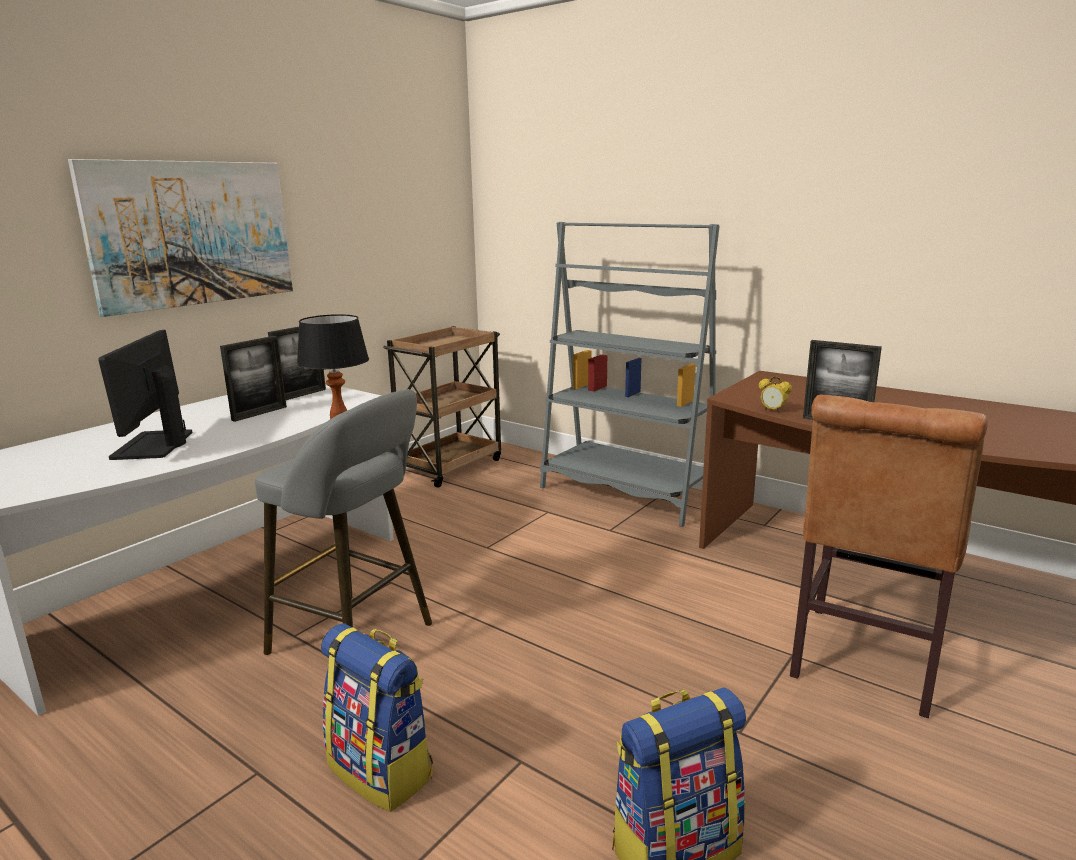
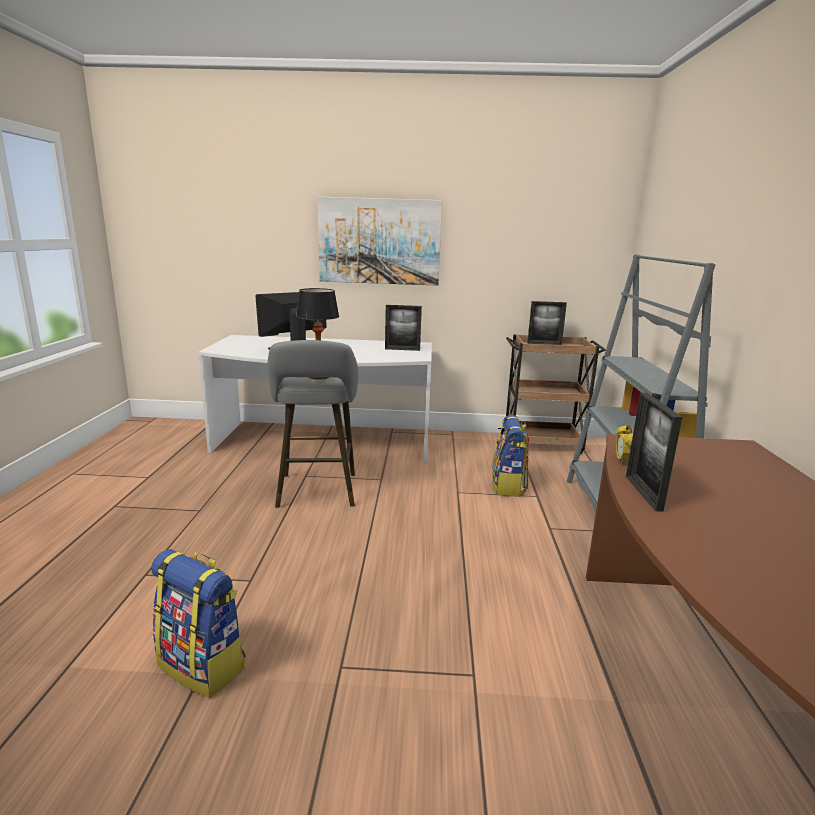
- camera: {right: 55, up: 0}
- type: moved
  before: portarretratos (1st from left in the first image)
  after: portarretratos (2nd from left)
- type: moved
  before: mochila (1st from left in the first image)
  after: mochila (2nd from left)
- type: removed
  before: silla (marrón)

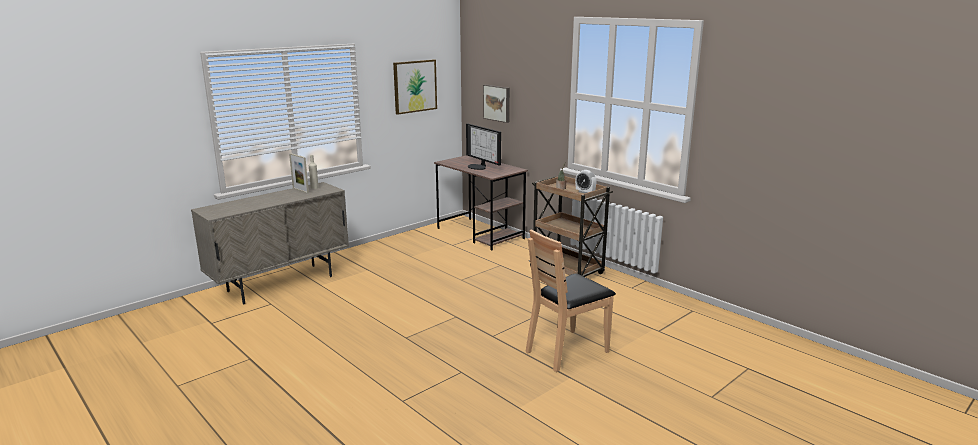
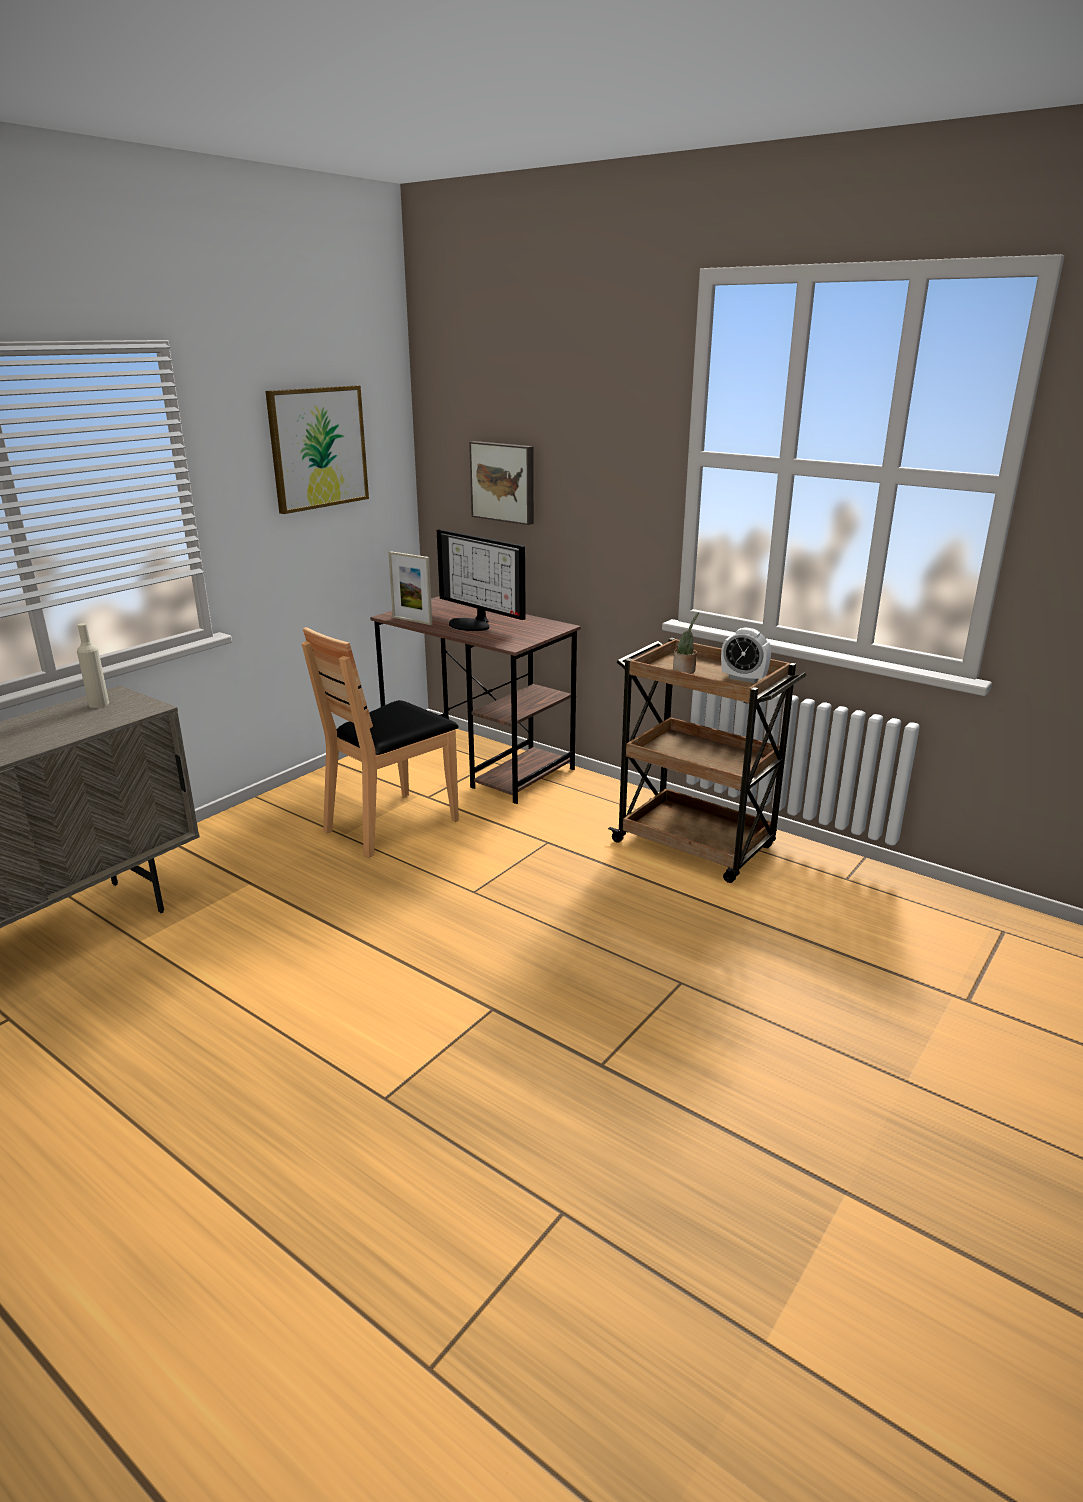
- camera: {right: -10, up: 5}
- type: moved
  before: portarretratos
- type: moved
  before: silla (marrón)

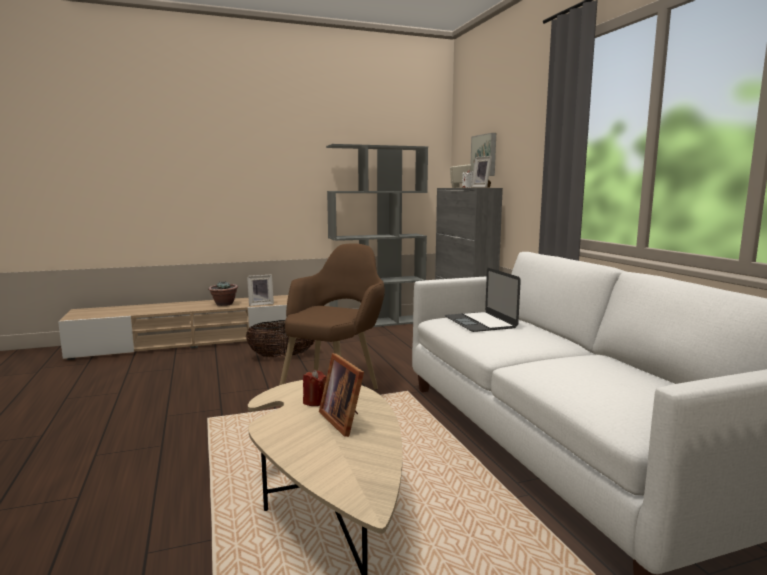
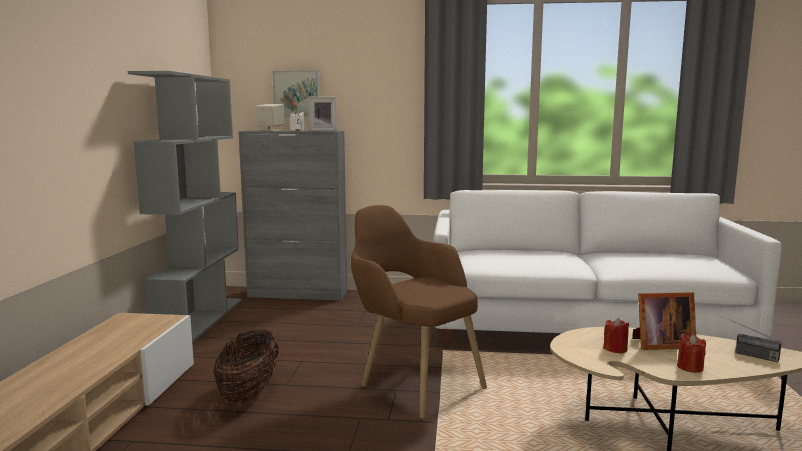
- camera: {right: -65, up: 0}
- type: removed
  before: planta en maceta
- type: removed
  before: portarretratos (1st from left)
- type: removed
  before: portátil
- type: added
  after: vela (rojo) (2nd from left)
- type: added
  after: radio

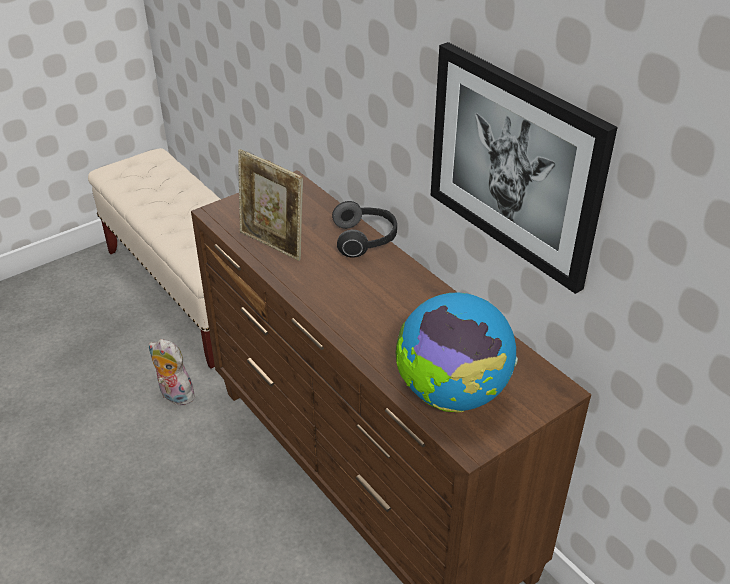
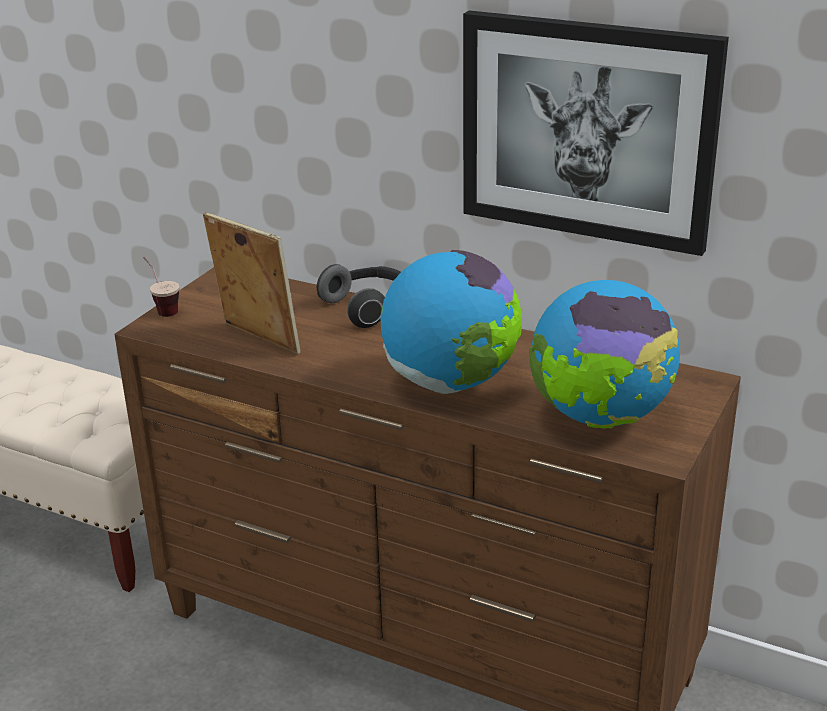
- camera: {right: -25, up: -10}
- type: removed
  before: peluche
- type: turned
  before: portarretratos
  turn: -150
- type: added
  after: taza
- type: added
  after: globo terráqueo (1st from left)

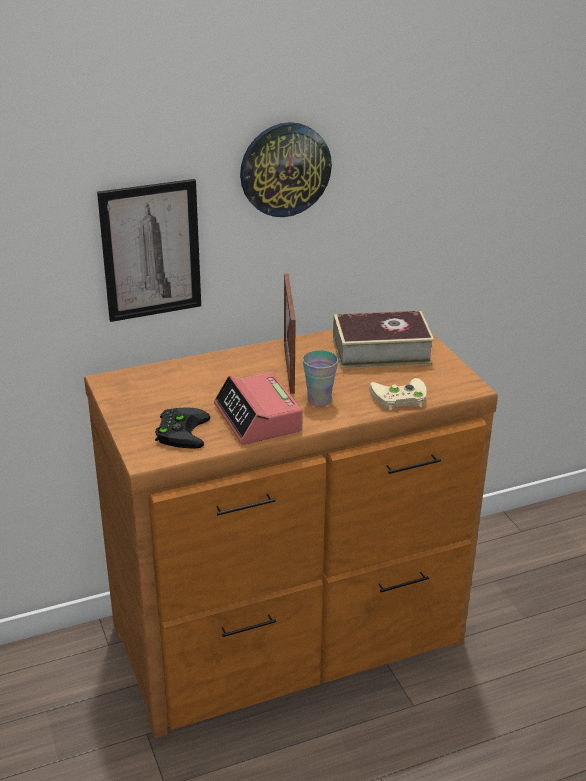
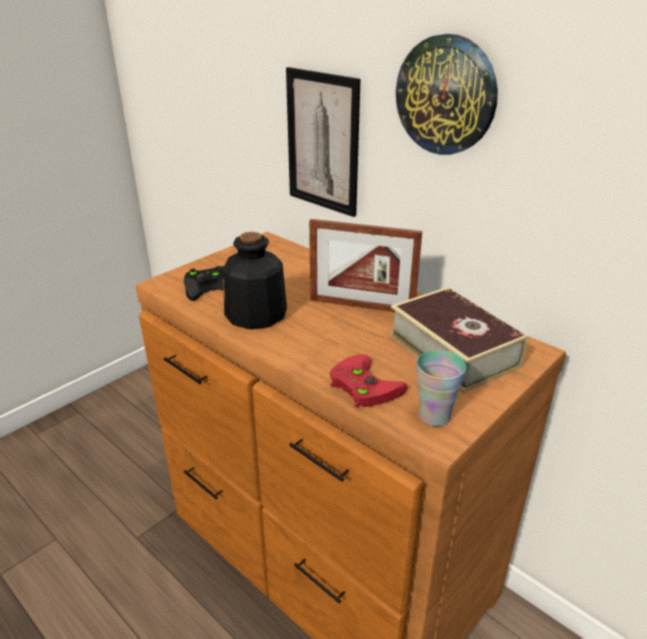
- camera: {right: 65, up: 0}
- type: replaced
  before: despertador
  after: botella
- type: turned
  before: portarretratos
  turn: -135
- type: moved
  before: taza
- type: recoloured
  before: mando de consola (beis)
  after: mando de consola (rojo)

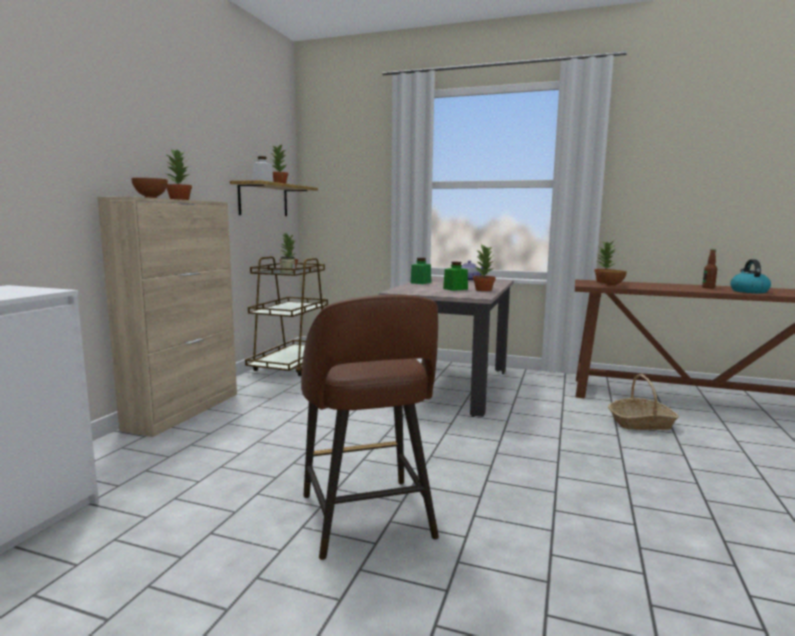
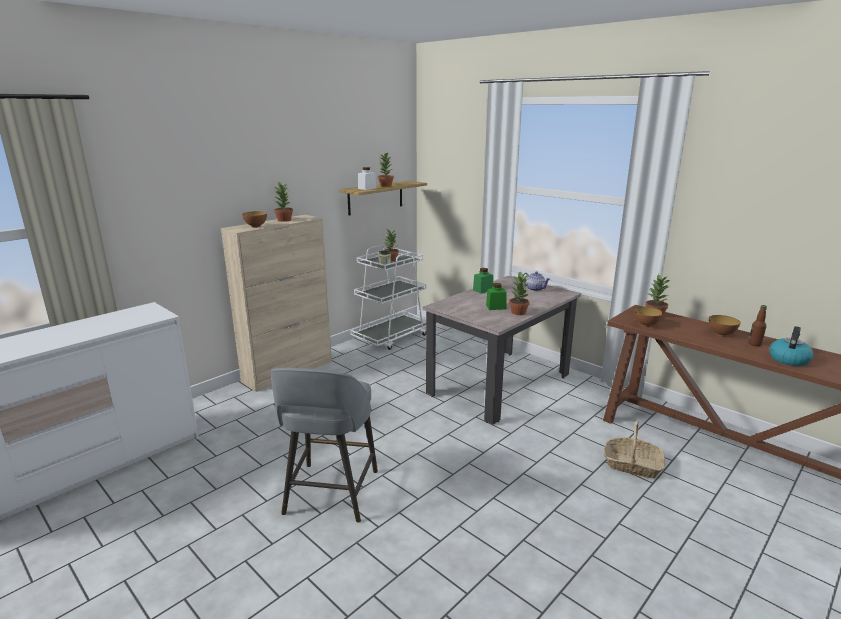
- camera: {right: 25, up: 10}
- type: recoloured
  before: carrito (marrón)
  after: carrito (blanco)
- type: recoloured
  before: taburete (marrón)
  after: taburete (gris)
- type: added
  after: cuenco (3rd from left)

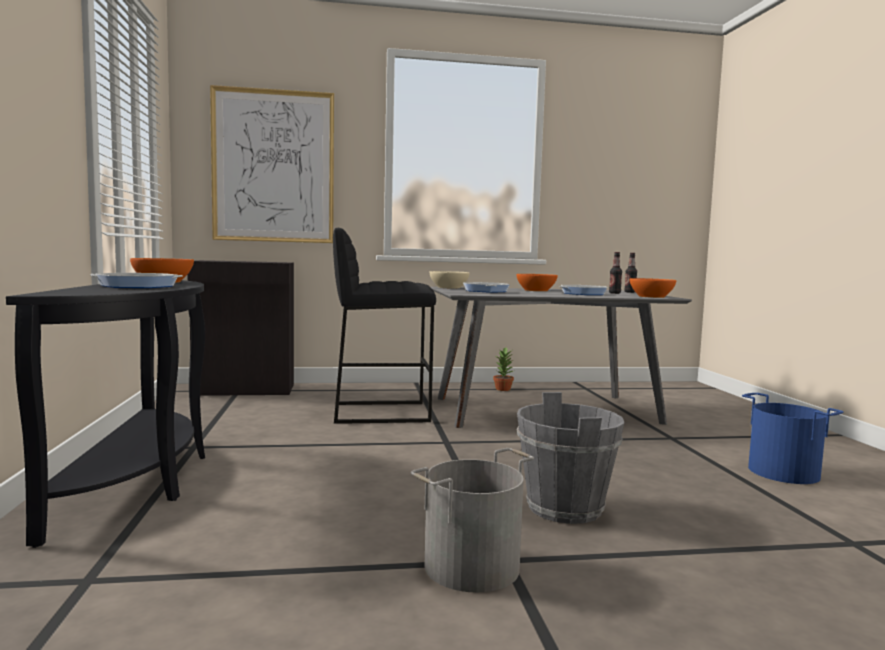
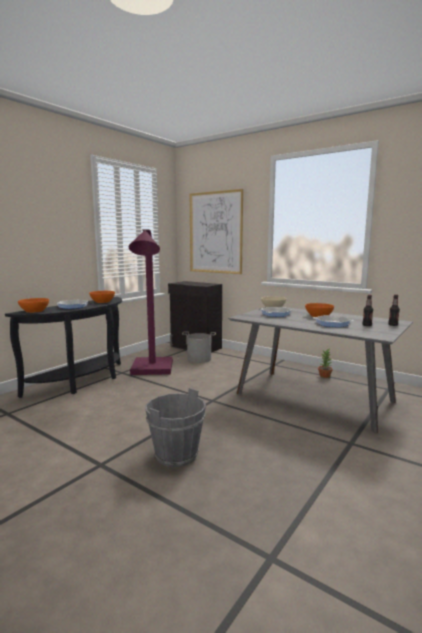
- camera: {right: 45, up: 5}
- type: removed
  before: taburete (negro)
- type: moved
  before: cubo (gris) (1st from left in the first image)
  after: cubo (gris) (2nd from left)
- type: moved
  before: cuenco (naranja) (3rd from left in the first image)
  after: cuenco (naranja) (1st from left)
- type: removed
  before: cubo (azul)
- type: added
  after: lámpara de pie (morado)

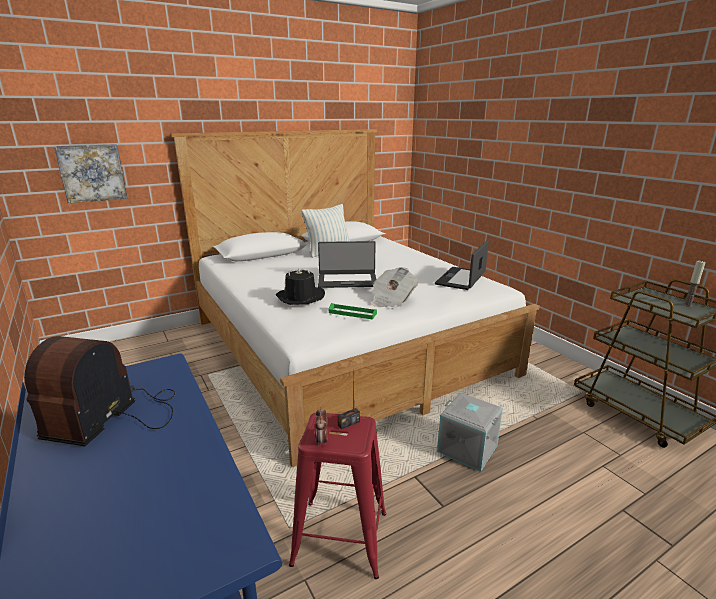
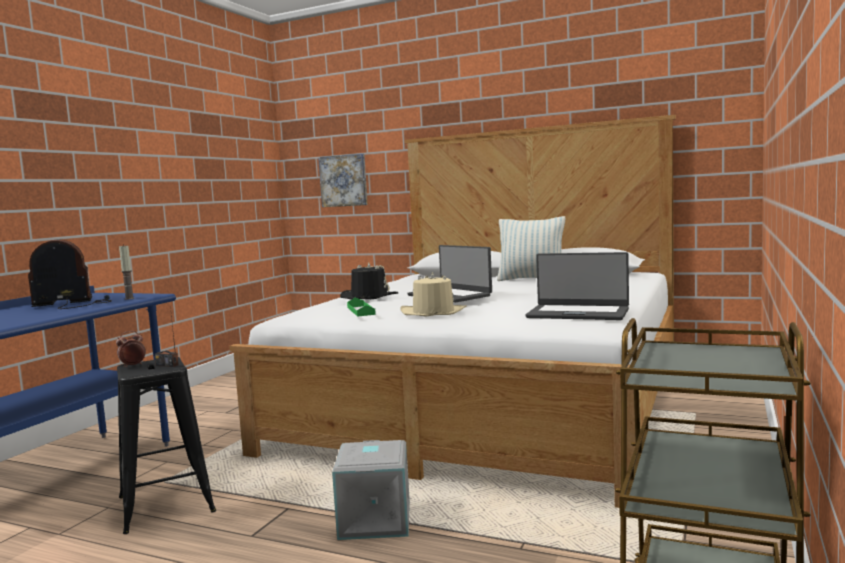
- camera: {right: 55, up: -15}
- type: recoloured
  before: taburete (rojo)
  after: taburete (negro)
- type: replaced
  before: periódico
  after: sombrero (beis)
- type: turned
  before: portátil (2nd from left)
  turn: -150
- type: moved
  before: vela

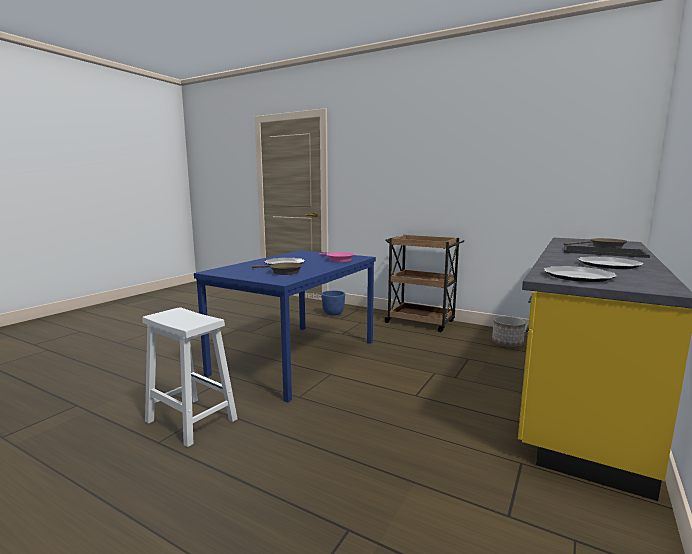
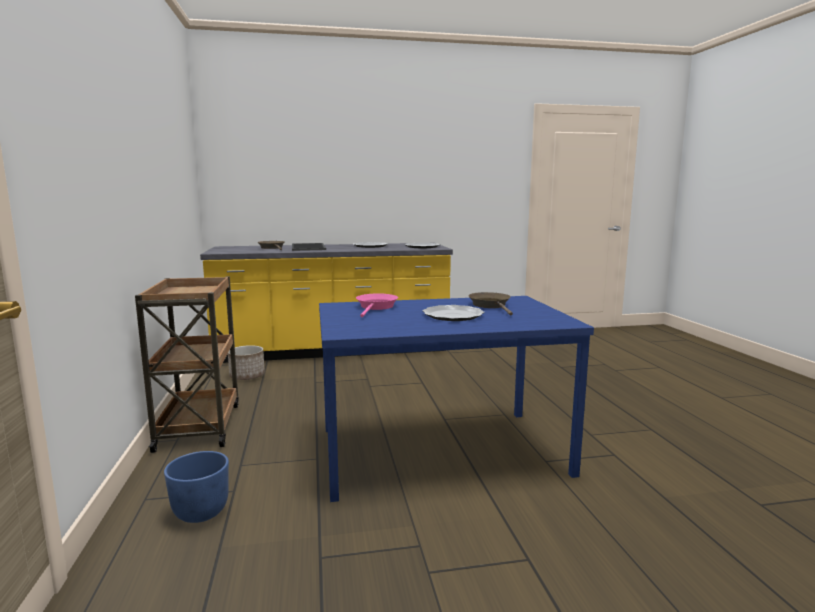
- camera: {right: -130, up: 0}
- type: removed
  before: taburete (blanco)

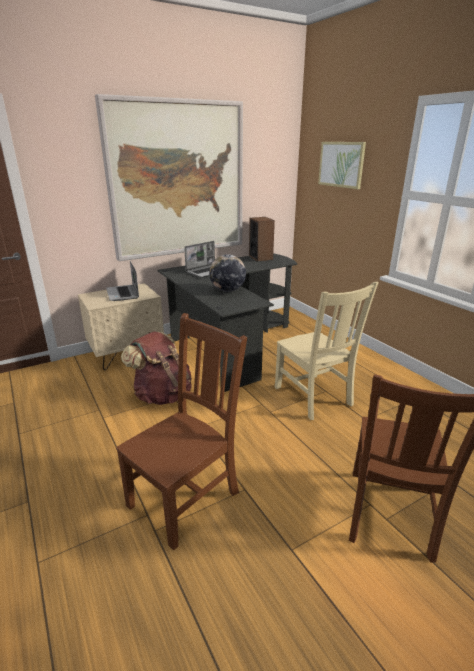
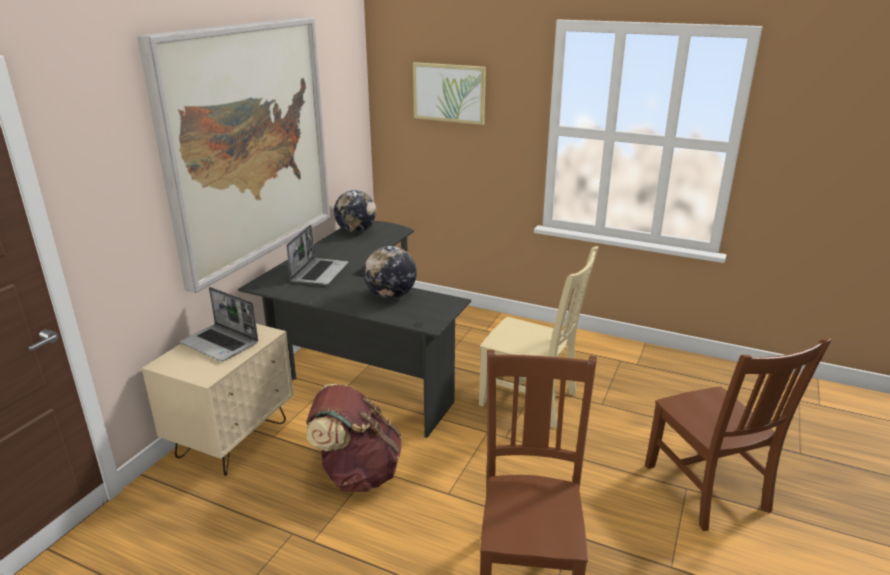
- camera: {right: -35, up: 0}
- type: replaced
  before: altavoz
  after: globo terráqueo (1st from left)

